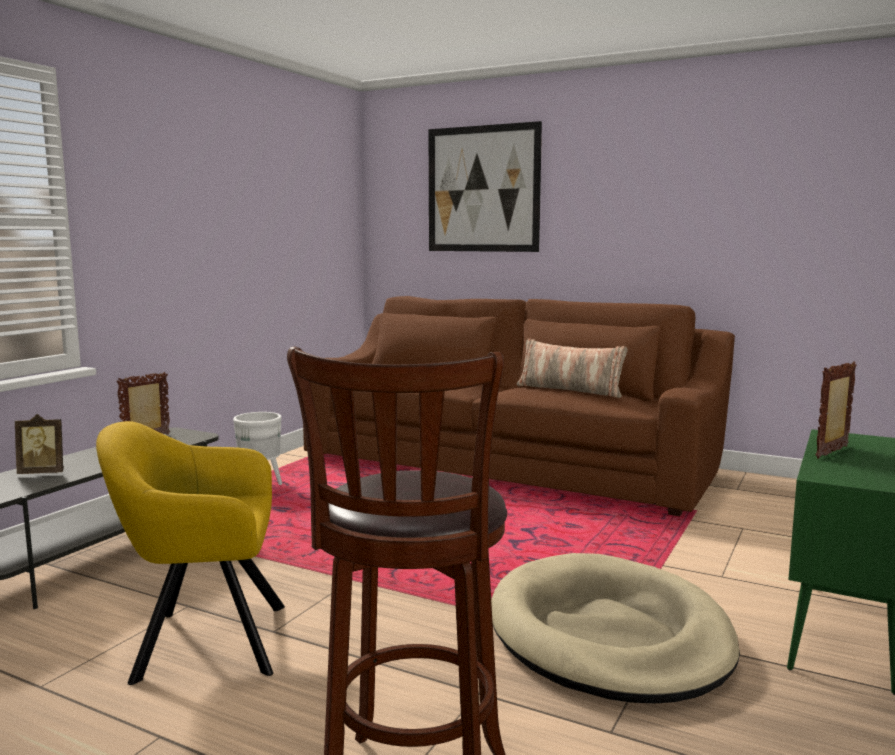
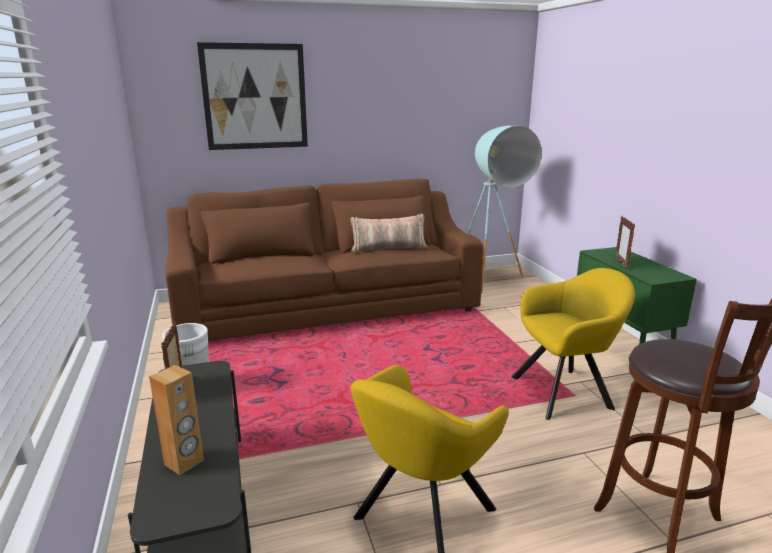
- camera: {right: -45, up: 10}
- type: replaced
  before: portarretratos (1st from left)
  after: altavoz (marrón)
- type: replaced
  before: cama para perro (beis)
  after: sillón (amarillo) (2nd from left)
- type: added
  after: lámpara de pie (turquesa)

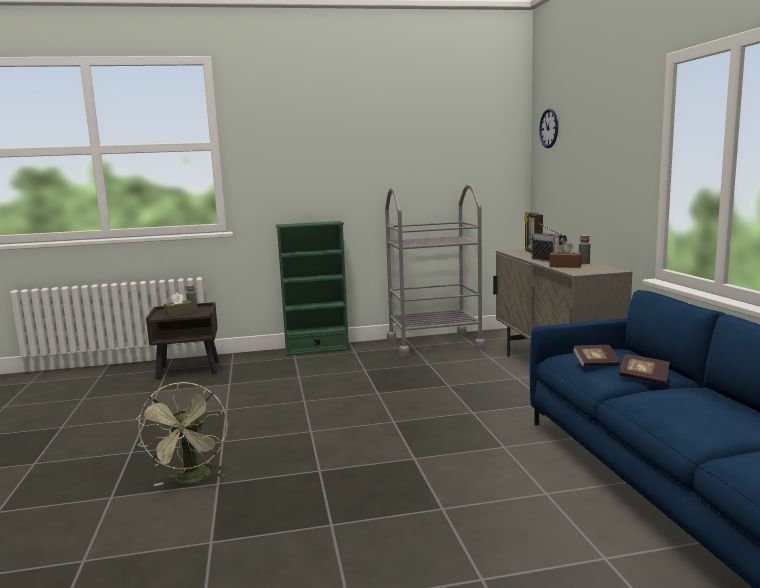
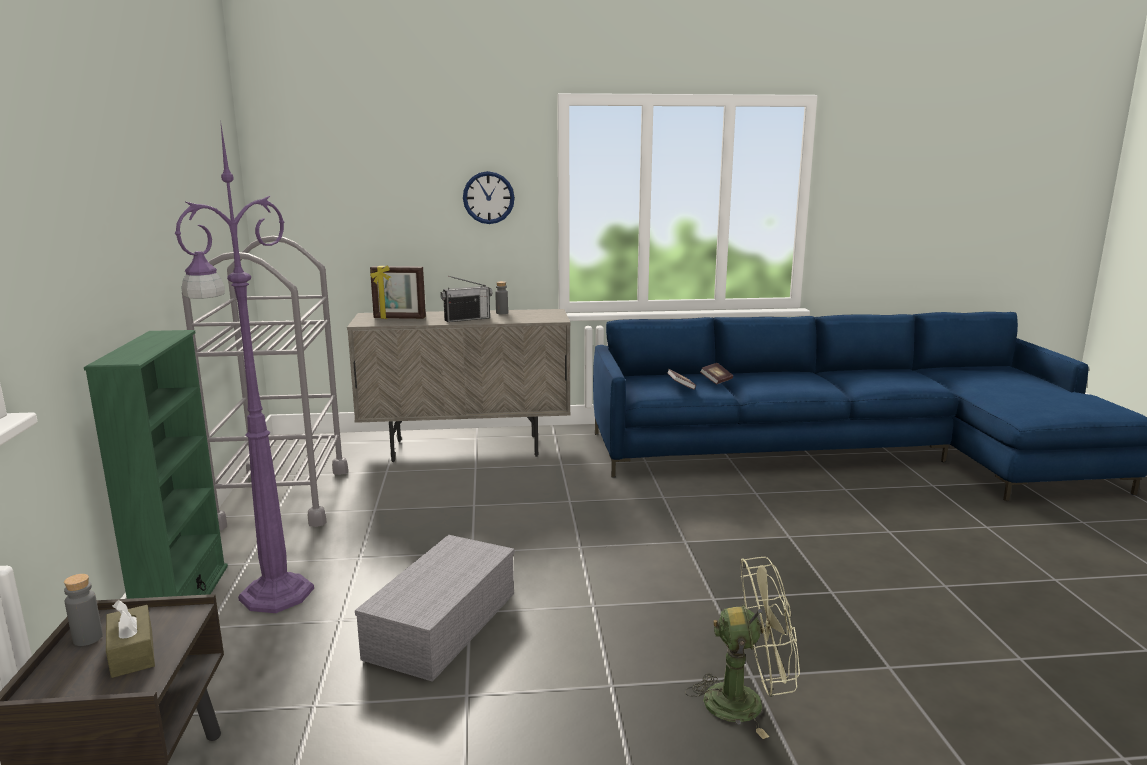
- camera: {right: -85, up: 5}
- type: moved
  before: reloj de pared
- type: removed
  before: caja de pañuelos (marrón) (2nd from left)
- type: added
  after: lámpara de pie (morado)
- type: added
  after: caja de almacenaje (gris)

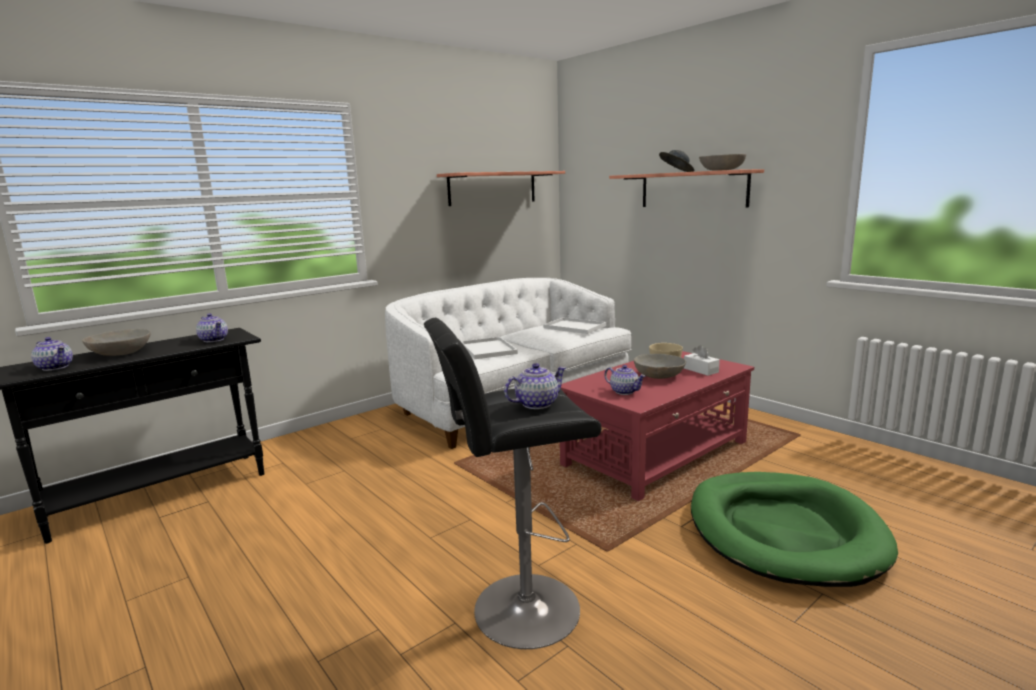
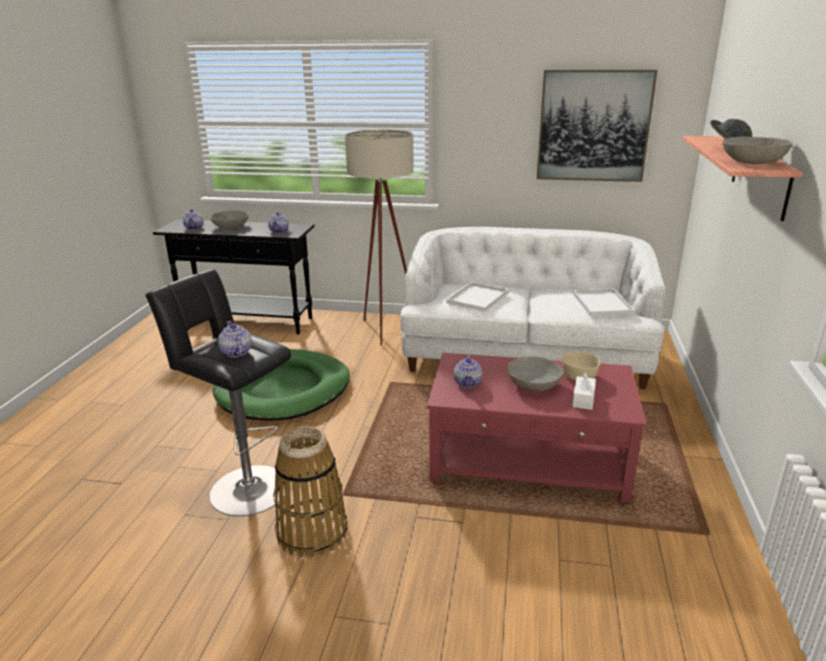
- camera: {right: 50, up: 10}
- type: replaced
  before: estante (1st from left)
  after: cuadro
- type: turned
  before: tetera (3rd from left in the first image)
  turn: -135
- type: moved
  before: cama para perro (verde)
- type: added
  after: cesta
- type: added
  after: lámpara de pie (beis)

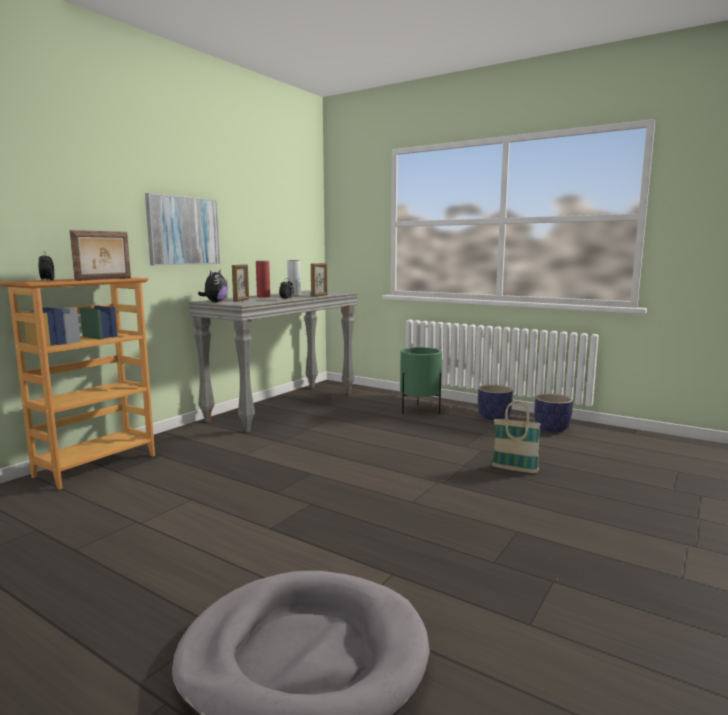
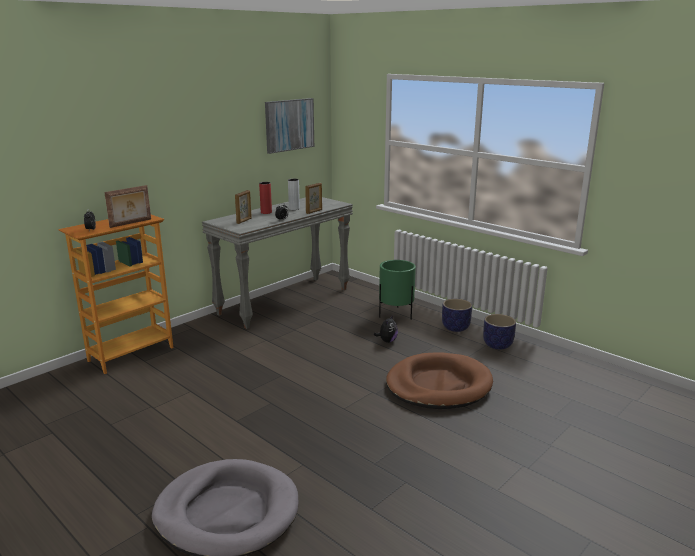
- camera: {right: 10, up: 10}
- type: moved
  before: cuadro
- type: moved
  before: peluche
- type: replaced
  before: cesta
  after: cama para perro (marrón)

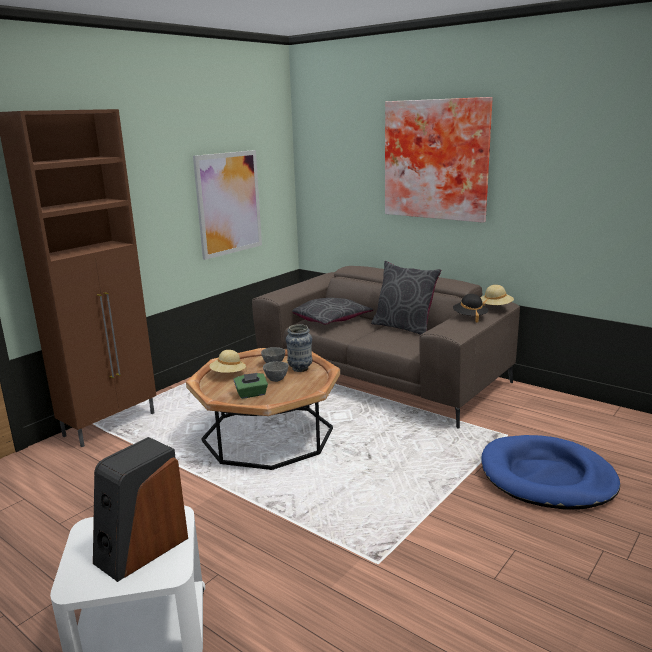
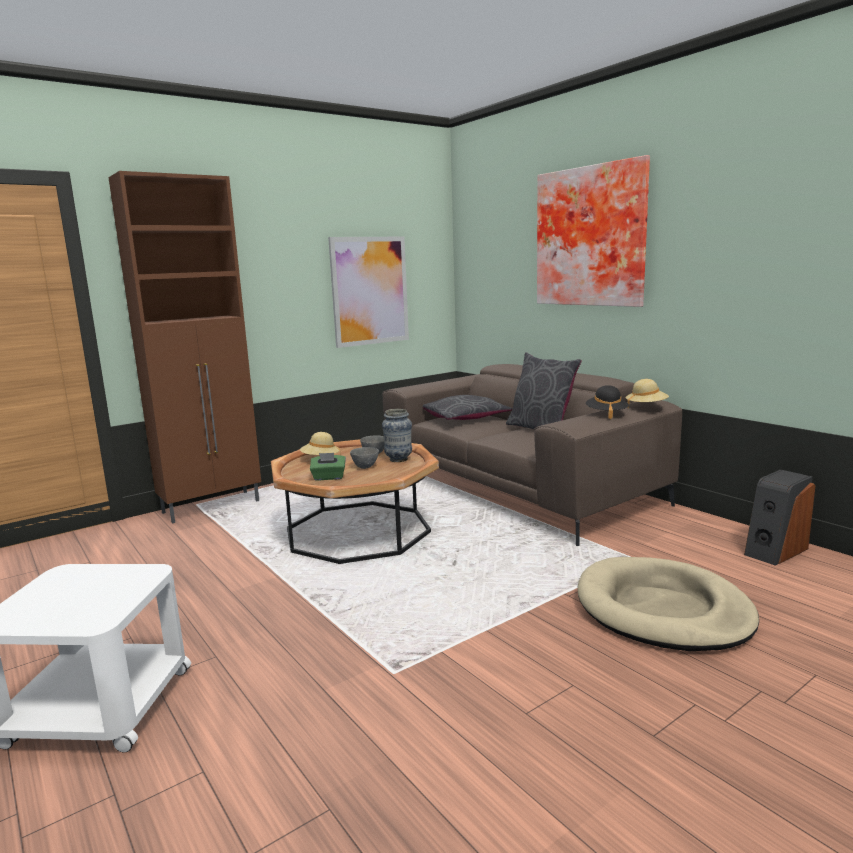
- camera: {right: 15, up: -5}
- type: moved
  before: altavoz
- type: recoloured
  before: cama para perro (azul)
  after: cama para perro (beis)

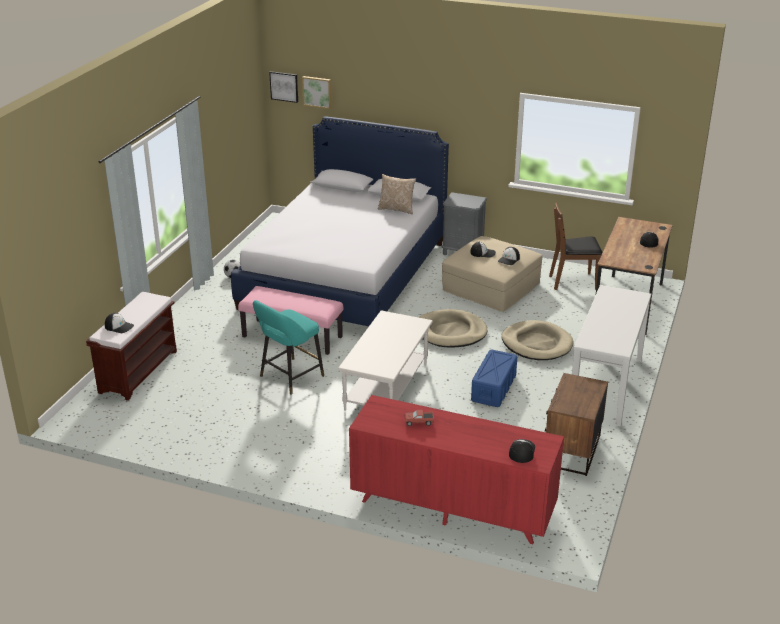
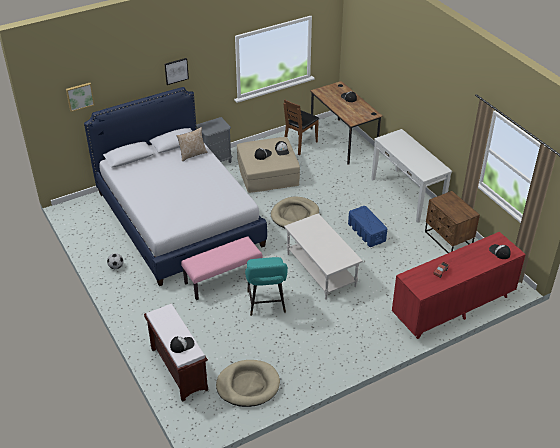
- camera: {right: -50, up: 10}
- type: moved
  before: cuadro (1st from left in the first image)
  after: cuadro (2nd from left)
- type: moved
  before: cama para perro (beis) (2nd from left in the first image)
  after: cama para perro (beis) (1st from left)

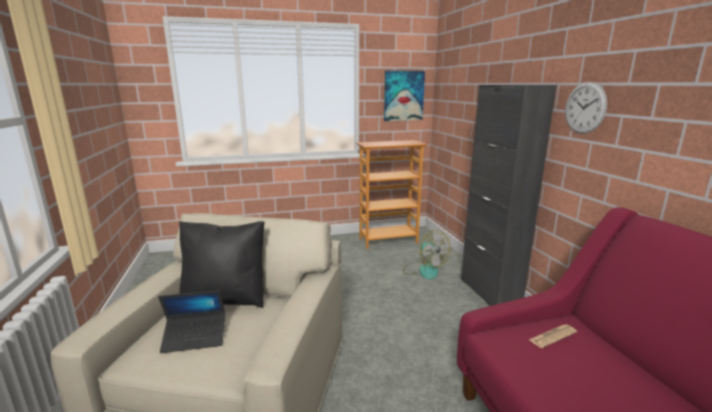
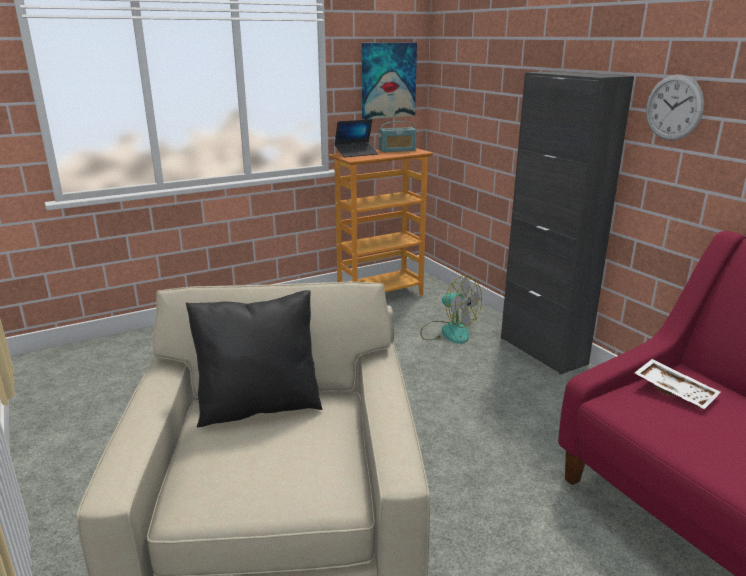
- camera: {right: -15, up: 5}
- type: moved
  before: portátil
- type: replaced
  before: periódico
  after: bandeja (blanco)
- type: added
  after: radio

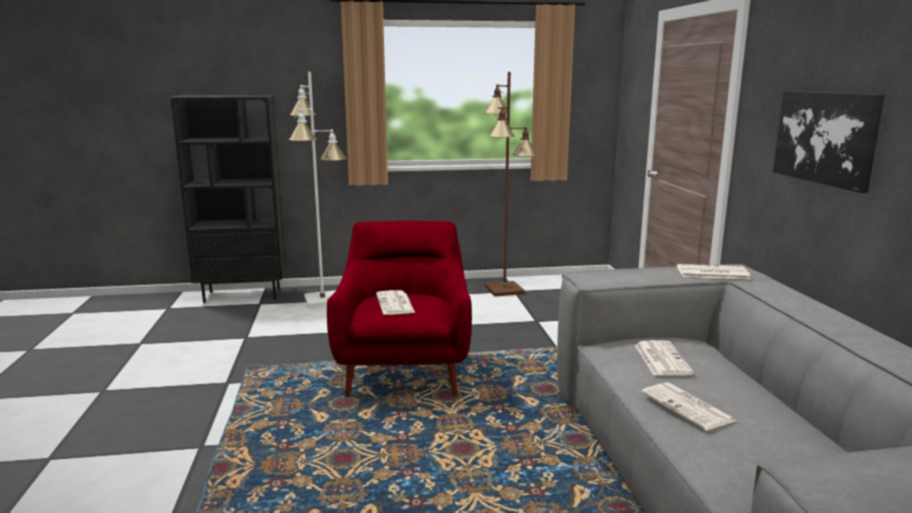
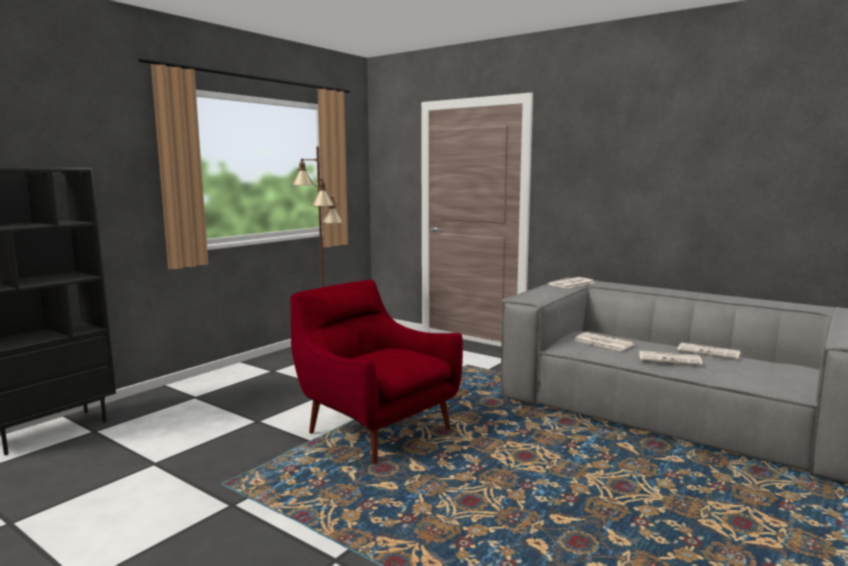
- camera: {right: -45, up: -5}
- type: removed
  before: lámpara de pie (blanco)
- type: moved
  before: periódico (1st from left in the first image)
  after: periódico (4th from left)
- type: removed
  before: cuadro

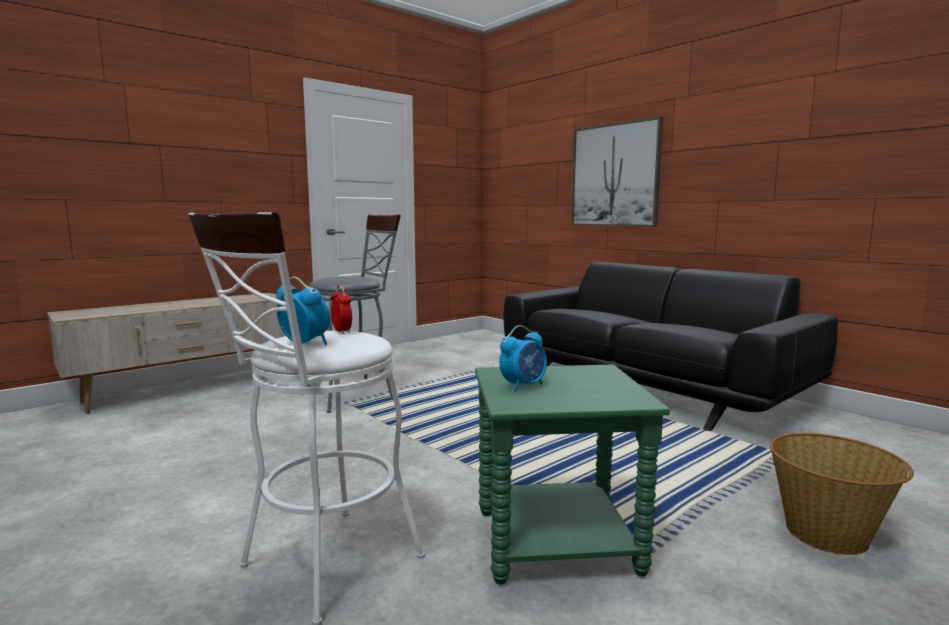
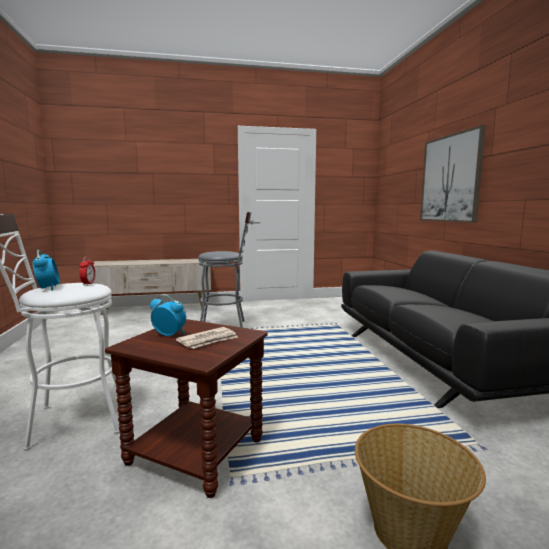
- camera: {right: 30, up: 0}
- type: recoloured
  before: mesa auxiliar (verde)
  after: mesa auxiliar (marrón)
- type: turned
  before: despertador (3rd from left)
  turn: -150
- type: added
  after: periódico

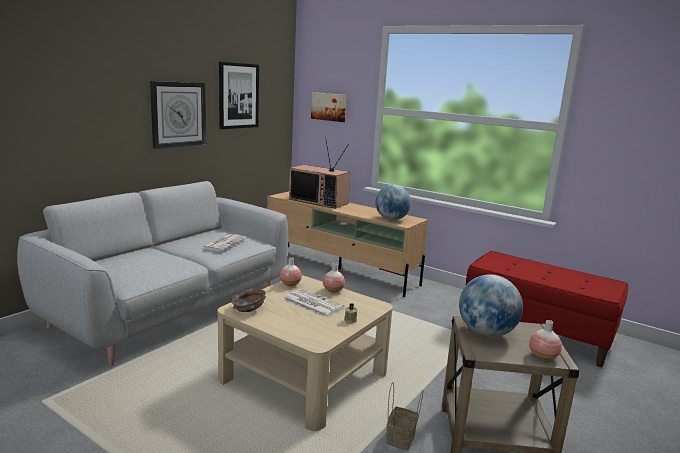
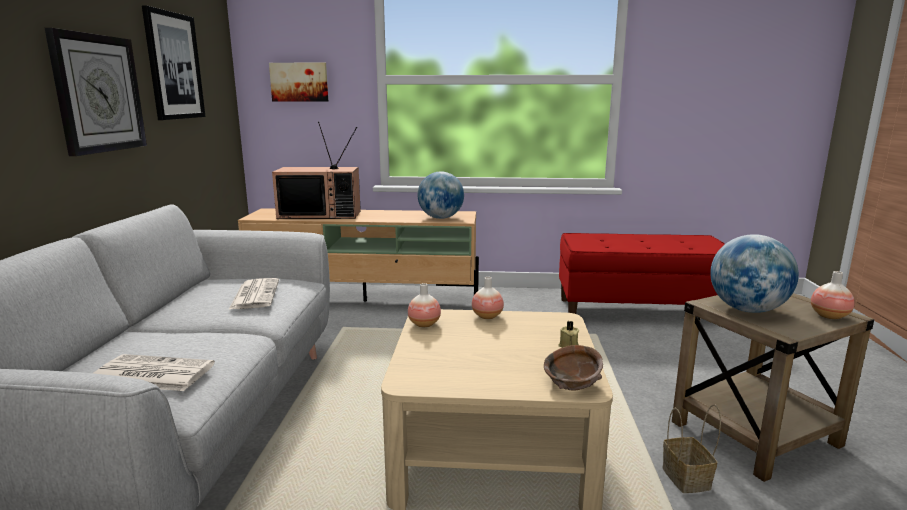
- camera: {right: -30, up: 0}
- type: moved
  before: cuenco (marrón)
- type: moved
  before: periódico (2nd from left in the first image)
  after: periódico (1st from left)

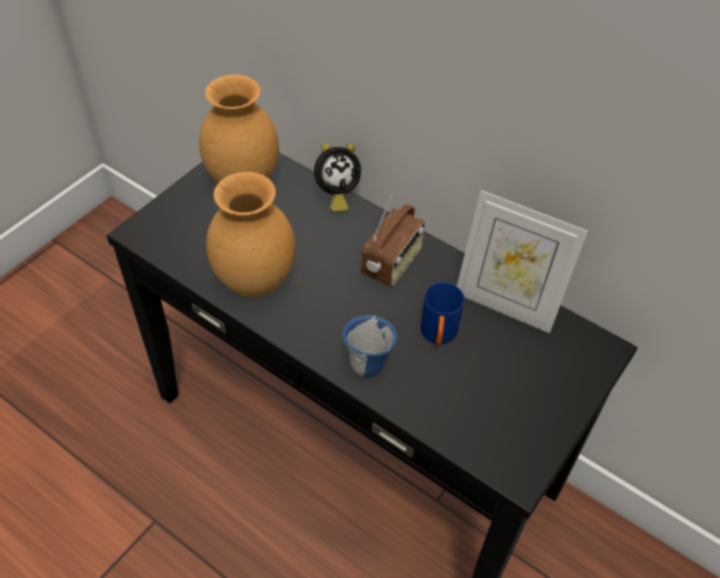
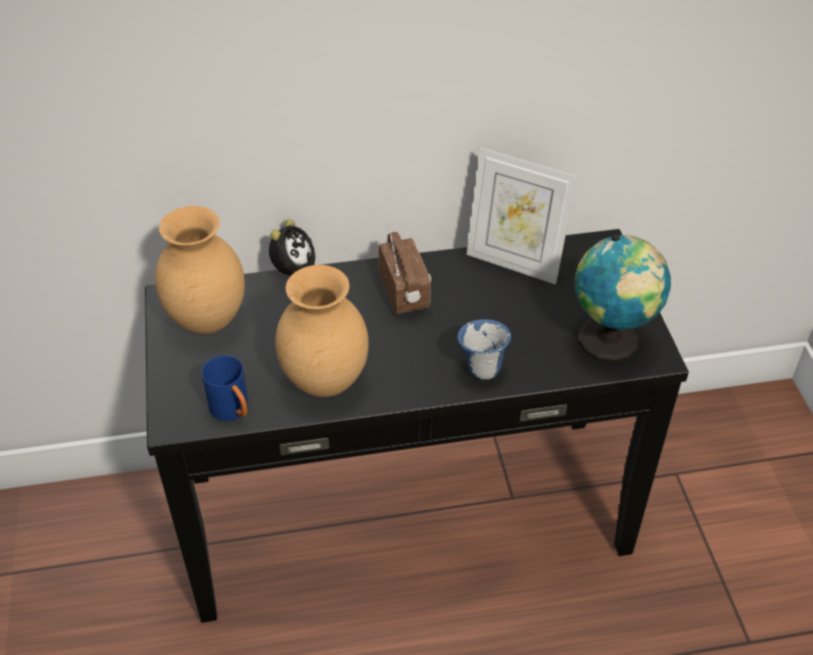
- camera: {right: -45, up: -5}
- type: moved
  before: taza grande (azul) (2nd from left in the first image)
  after: taza grande (azul) (1st from left)
- type: turned
  before: portarretratos
  turn: 45
- type: added
  after: globo terráqueo

